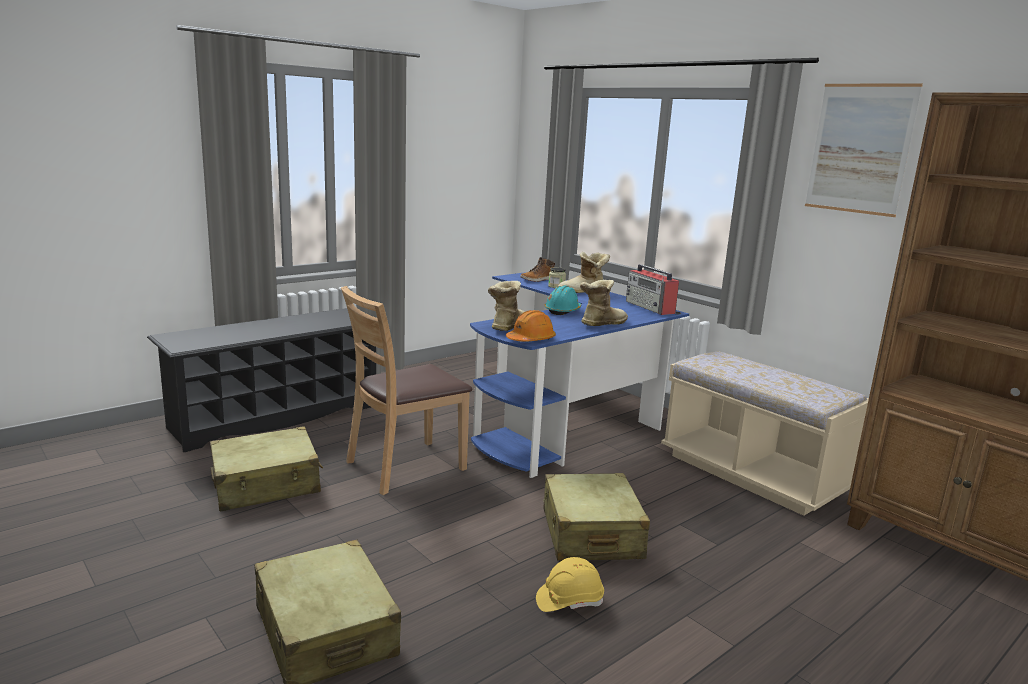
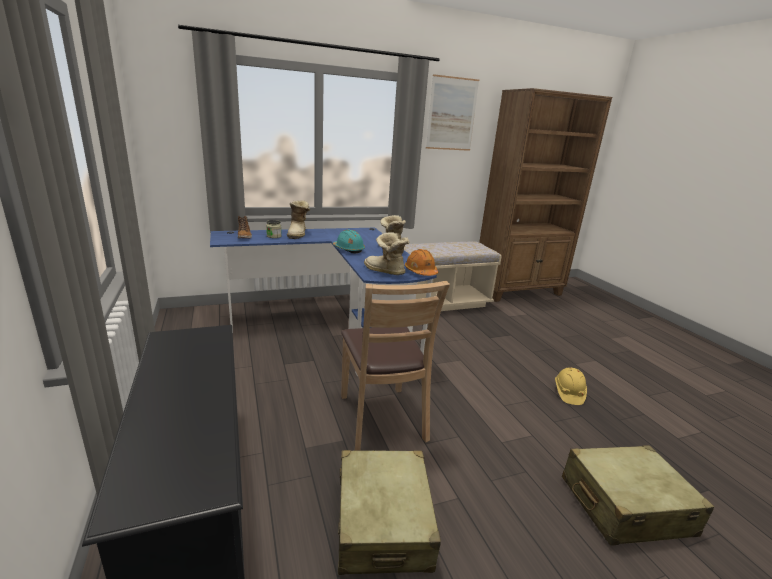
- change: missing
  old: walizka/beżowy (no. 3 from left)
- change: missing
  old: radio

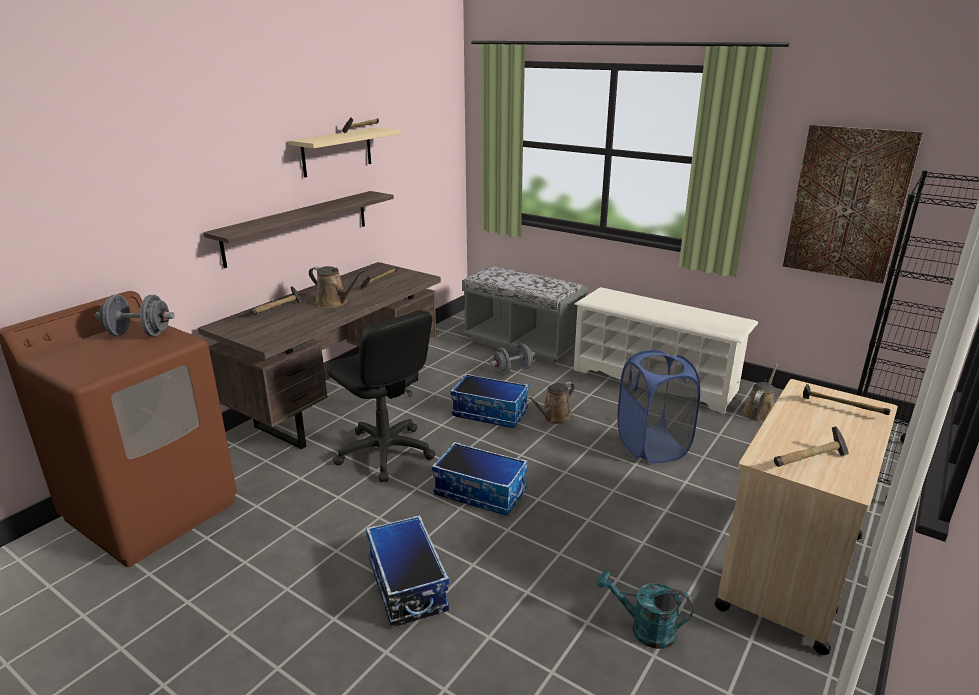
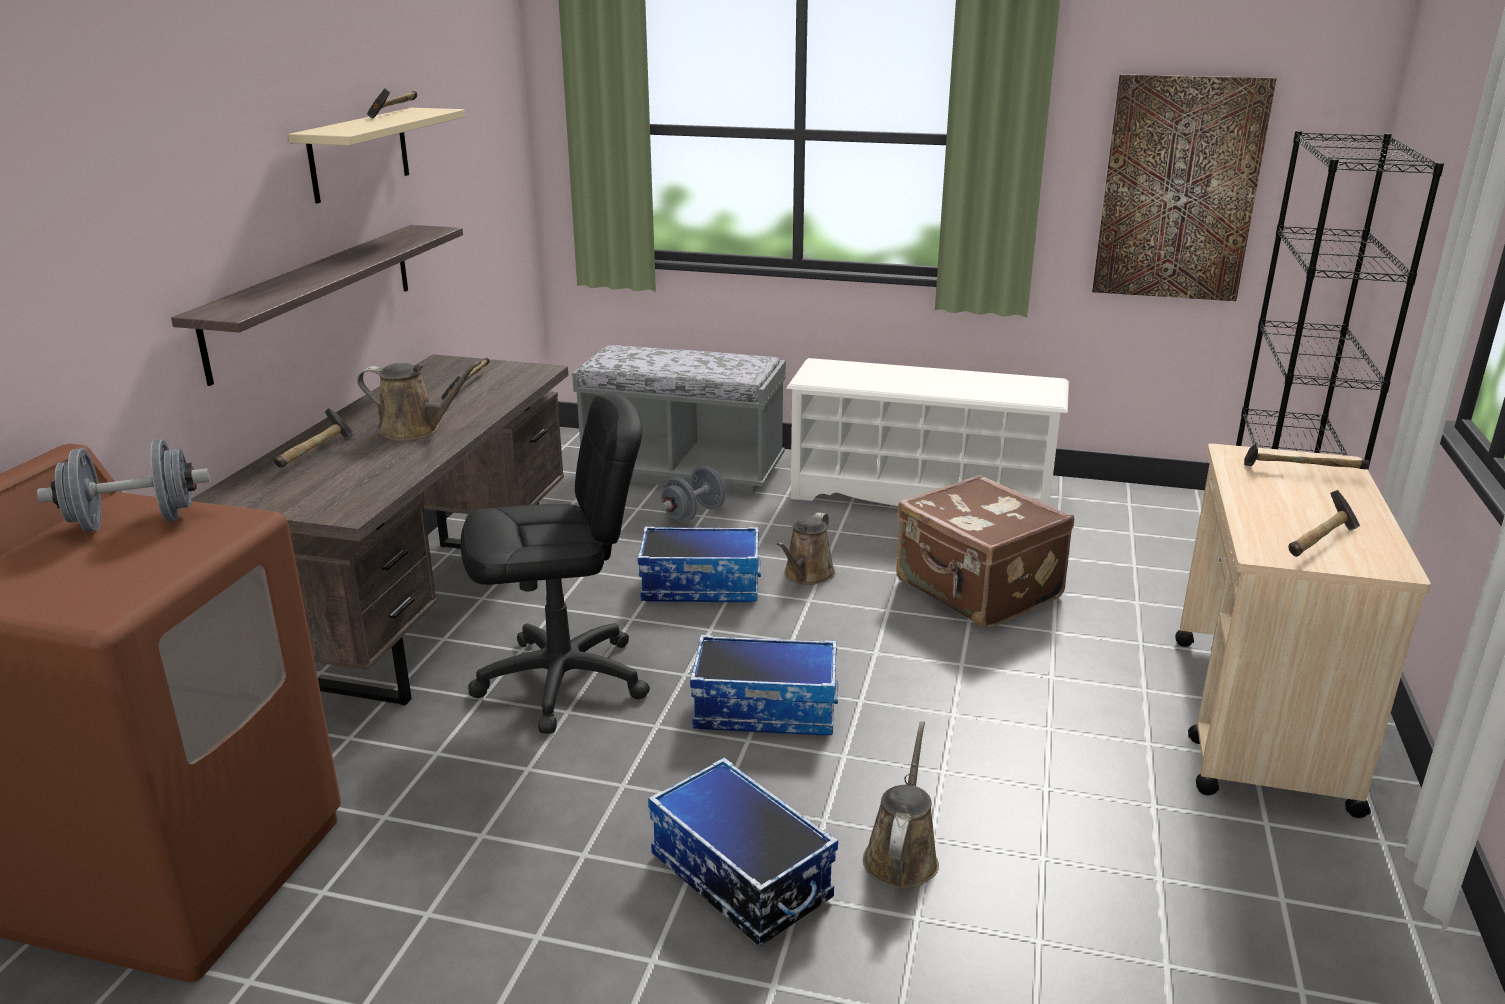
- change: spun
  old: krzesło biurowe/czarny
  degrees: -45
- change: relocated
  old: konewka/brązowy (no. 3 from left)
- change: exchanged
  old: kosz na pranie/niebieski
  new: walizka/brązowy
- change: missing
  old: konewka/turkusowy

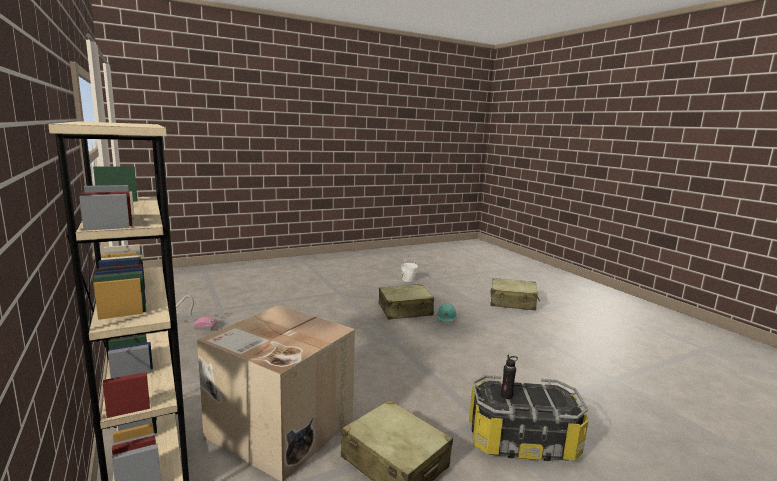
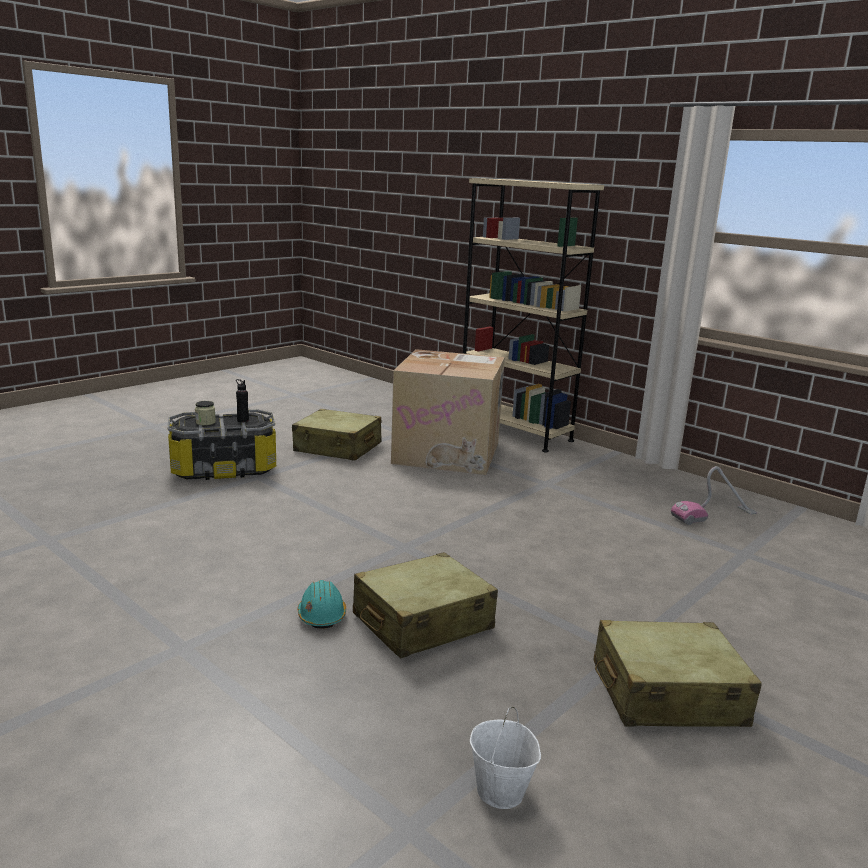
- change: appeared
  new: słoik
- change: relocated
  old: walizka/beżowy (no. 3 from left)

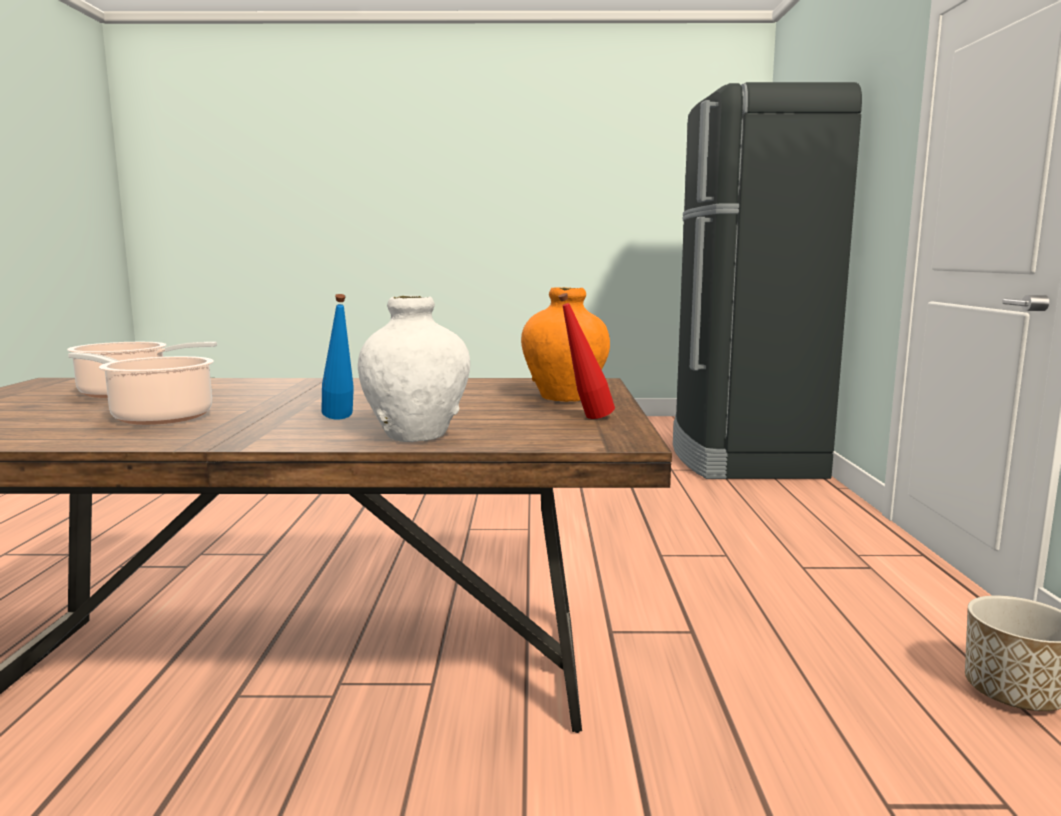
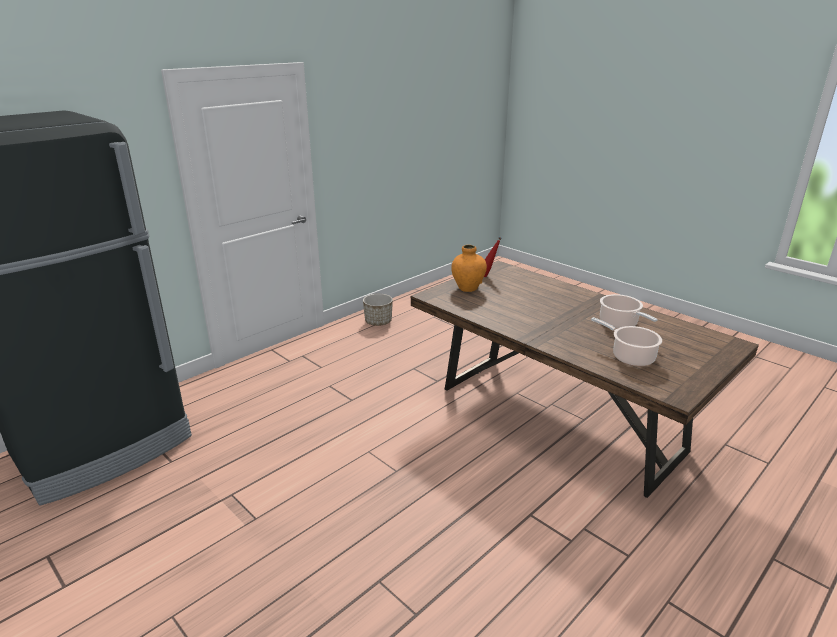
- change: missing
  old: butelka/niebieski
- change: missing
  old: wazon/biały

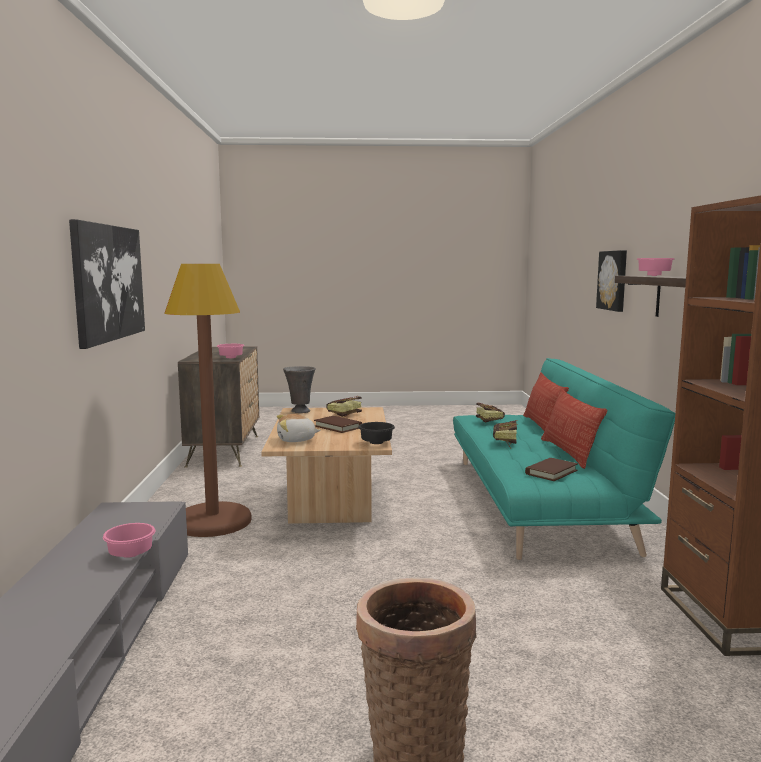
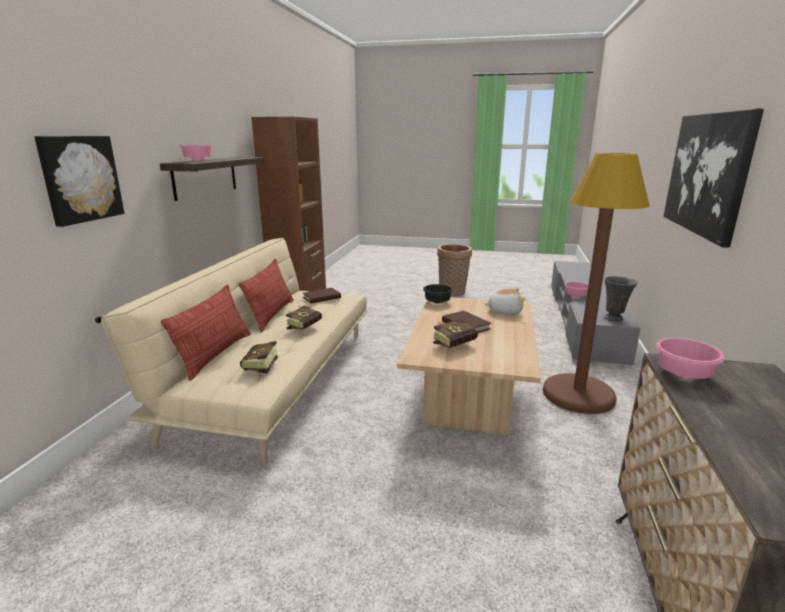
- change: colour
  old: kanapa/turkusowy
  new: kanapa/beżowy
- change: relocated
  old: wazon/szary

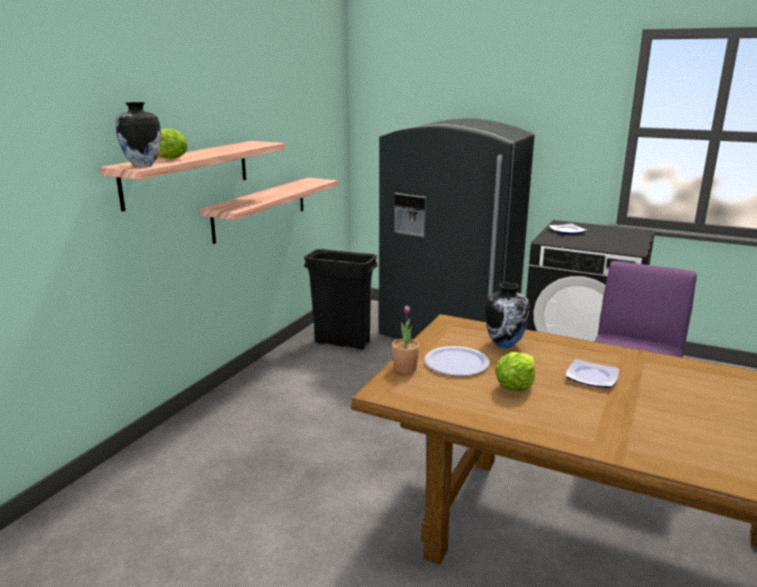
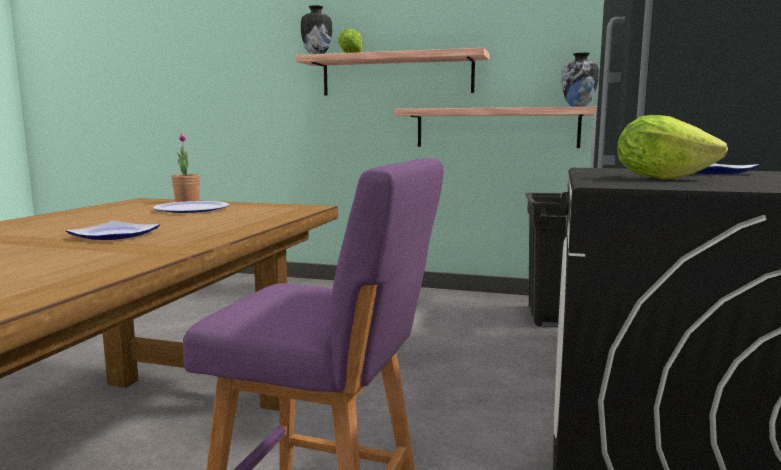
- change: relocated
  old: wazon (no. 2 from left)
- change: relocated
  old: sałata (no. 2 from left)

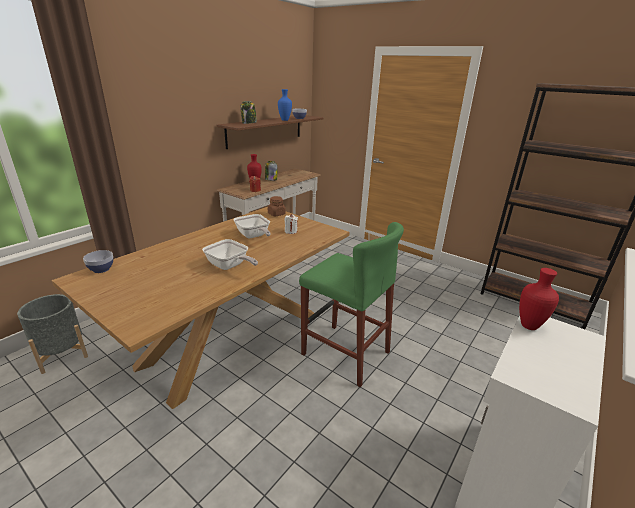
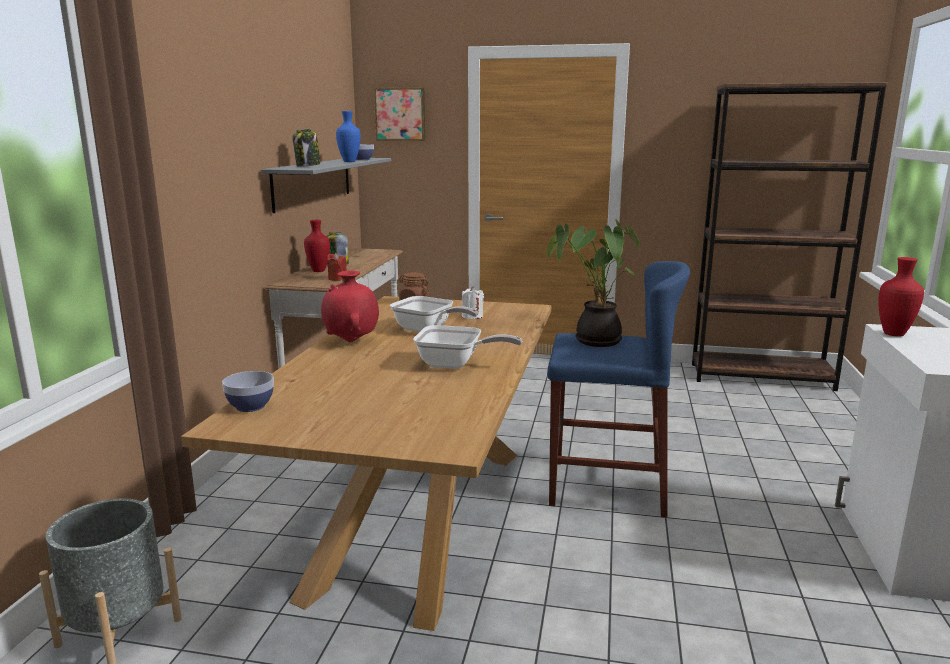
- change: colour
  old: półka/brązowy
  new: półka/szary
- change: appeared
  new: wazon/czerwony (no. 2 from left)
- change: appeared
  new: obraz
- change: appeared
  new: roślina doniczkowa
- change: colour
  old: stołek/zielony
  new: stołek/niebieski

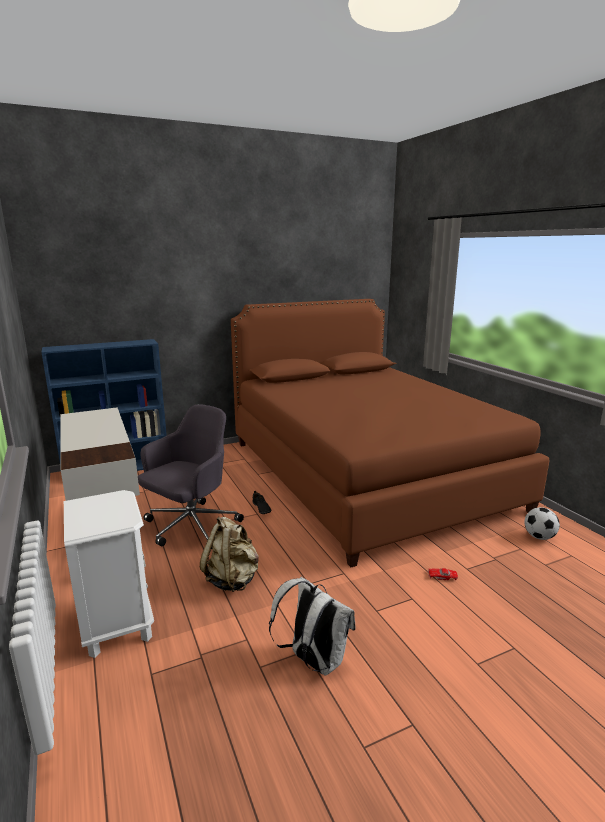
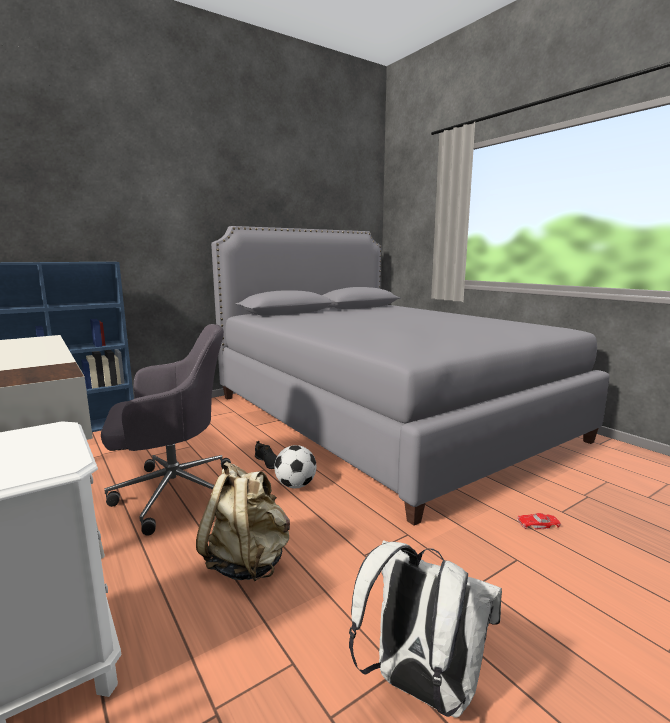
- change: spun
  old: krzesło biurowe/szary
  degrees: 45
- change: colour
  old: łóżko/brązowy
  new: łóżko/szary
- change: relocated
  old: piłka futbolowa

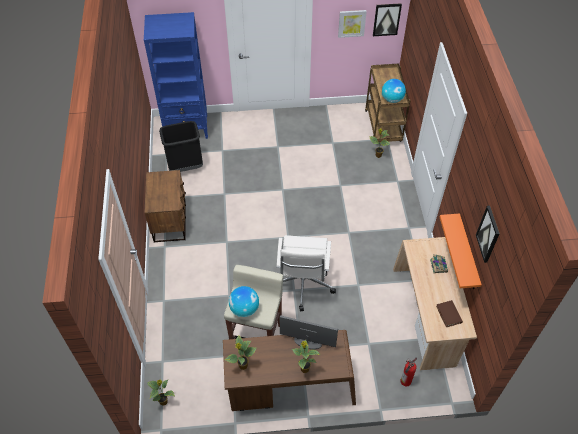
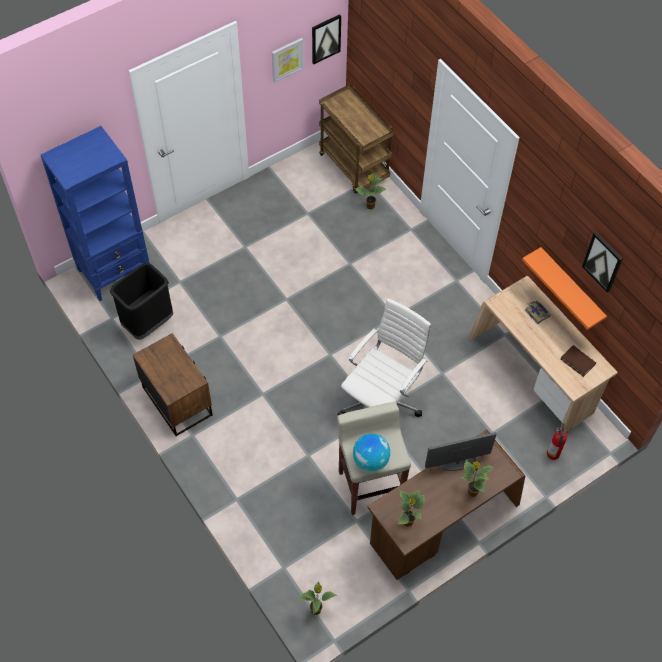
- change: spun
  old: krzesło biurowe/biały
  degrees: -120
- change: missing
  old: globus (no. 2 from left)

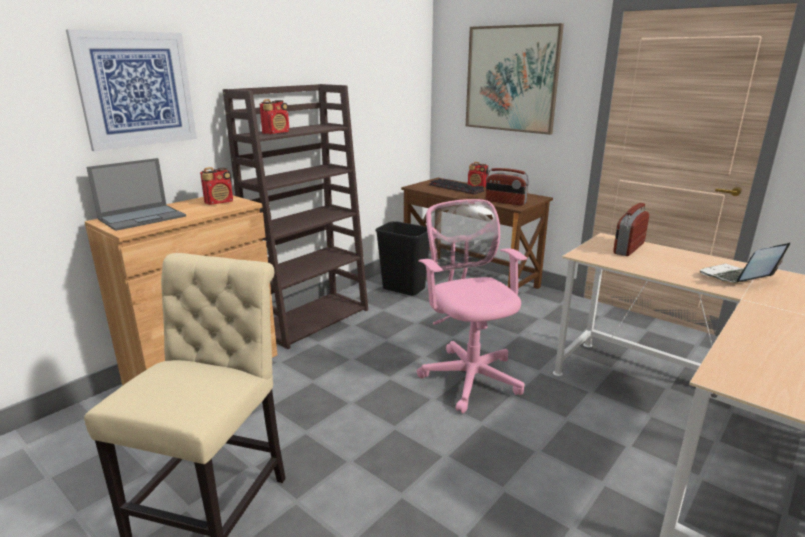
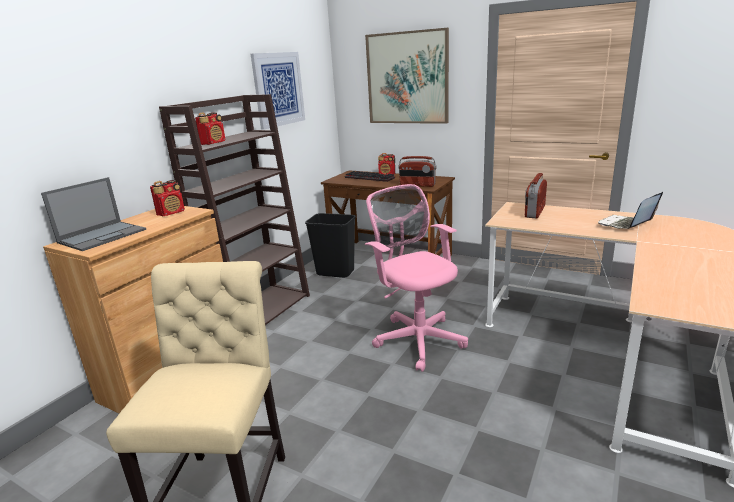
- change: relocated
  old: obraz (no. 1 from left)

